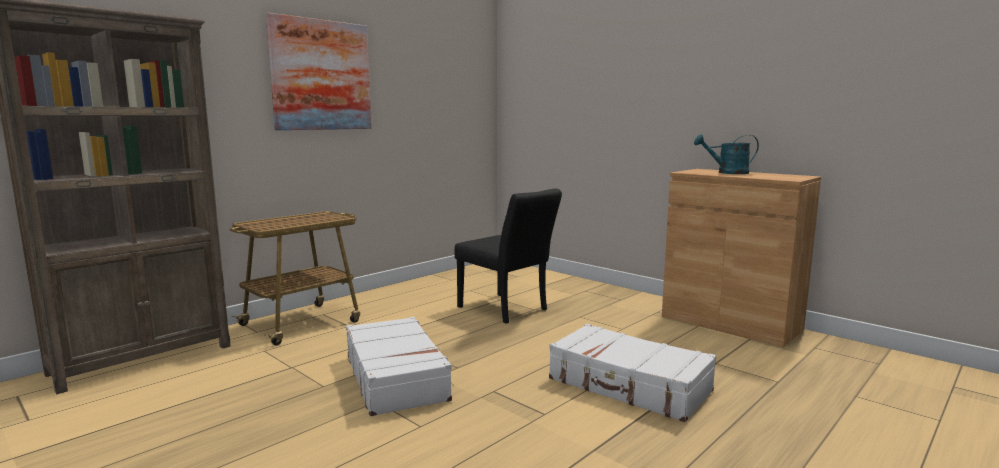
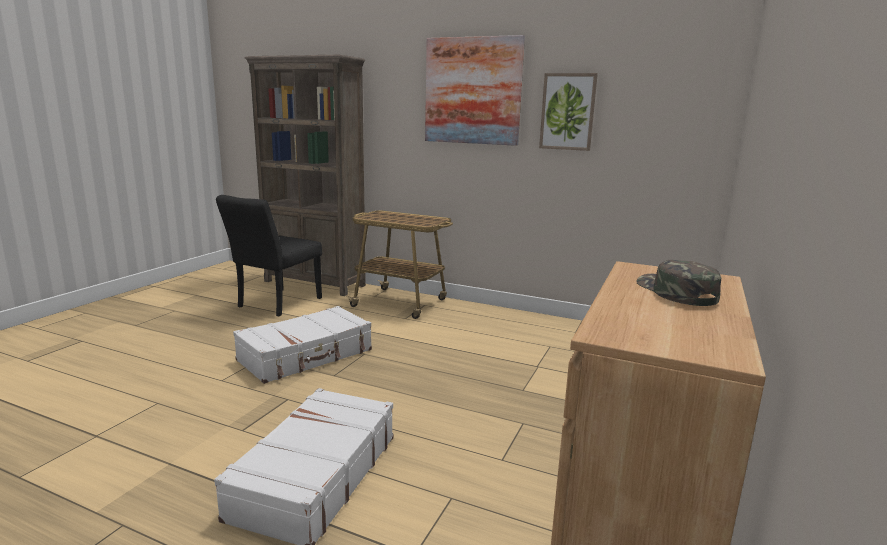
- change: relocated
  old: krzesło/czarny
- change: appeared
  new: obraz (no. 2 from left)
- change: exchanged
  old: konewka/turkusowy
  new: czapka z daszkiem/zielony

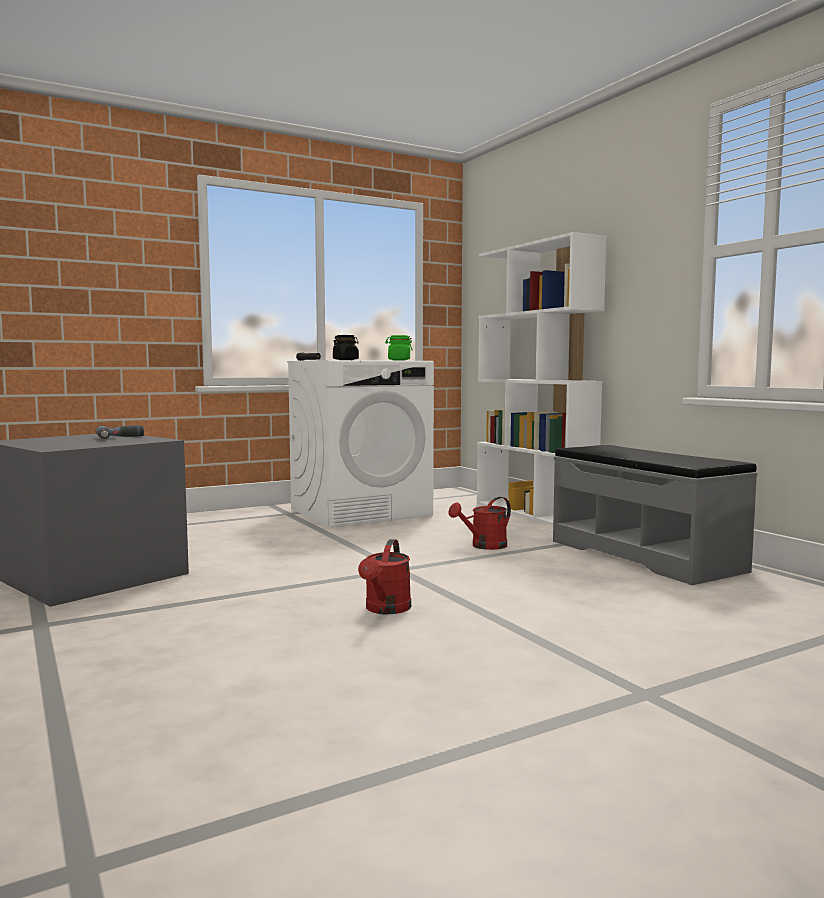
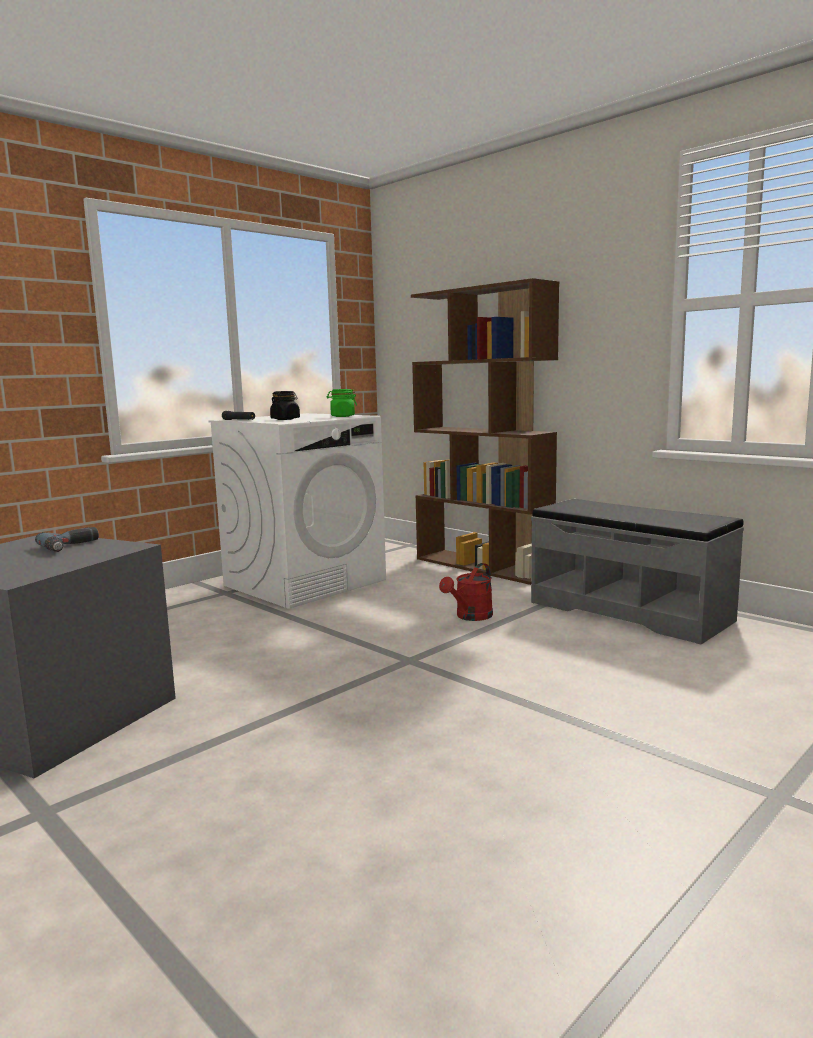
- change: colour
  old: regał/biały
  new: regał/brązowy
- change: missing
  old: konewka/czerwony (no. 1 from left)

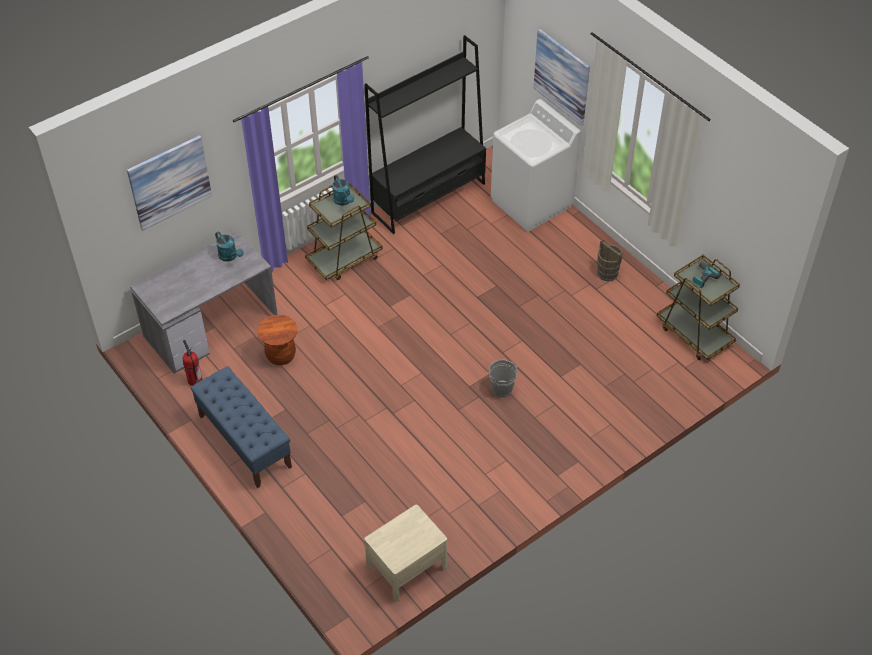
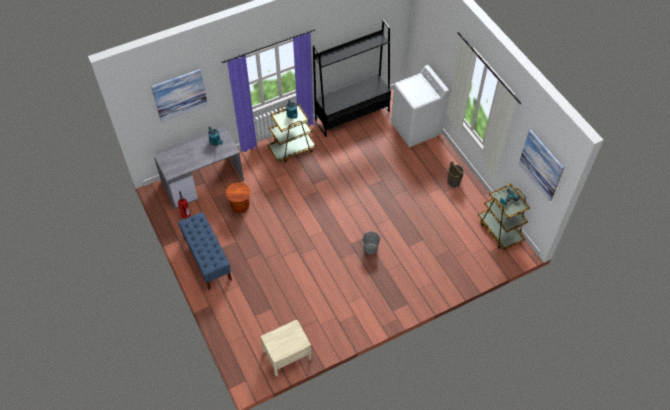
- change: relocated
  old: obraz (no. 2 from left)

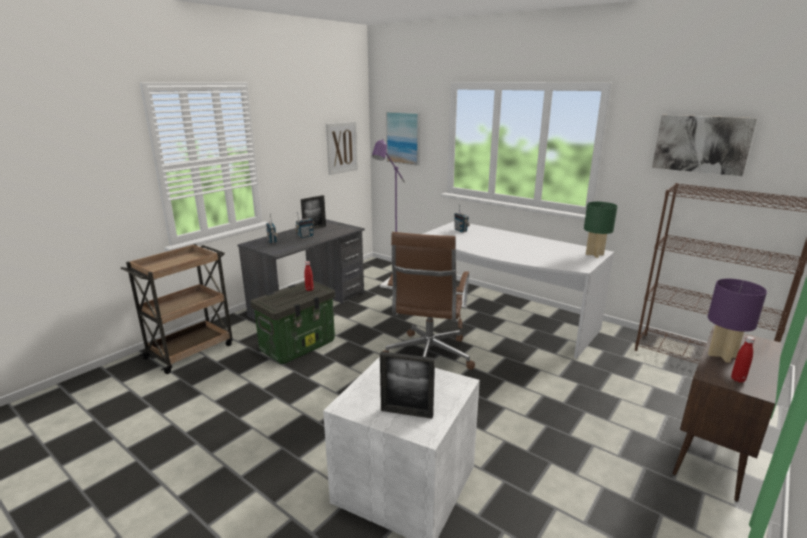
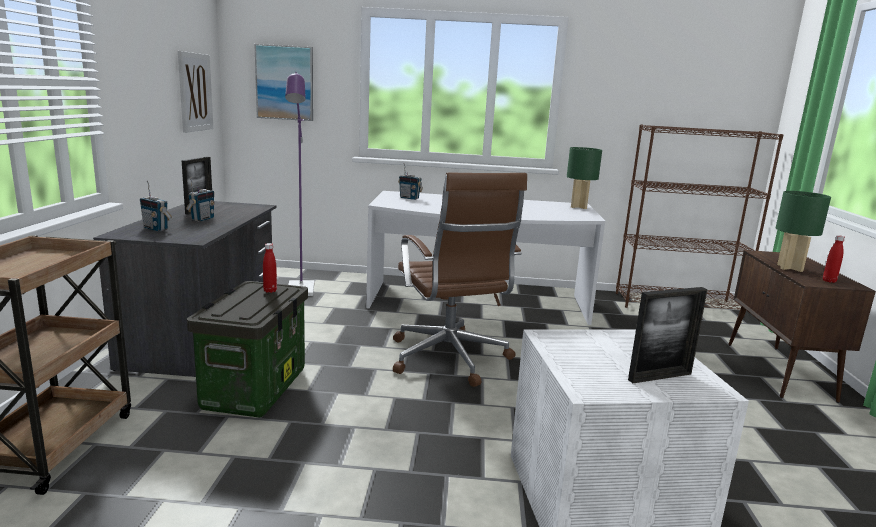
- change: colour
  old: lampa stołowa/fioletowy
  new: lampa stołowa/zielony (no. 2 from left)
- change: missing
  old: obraz (no. 3 from left)

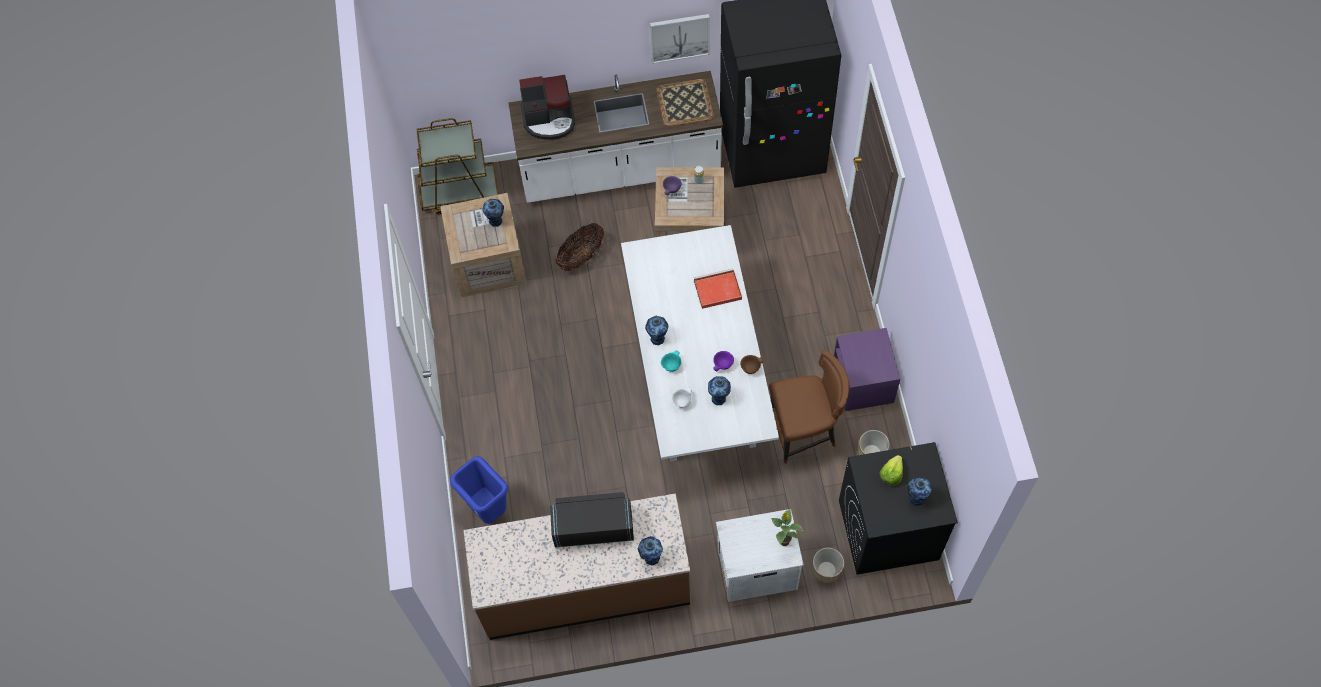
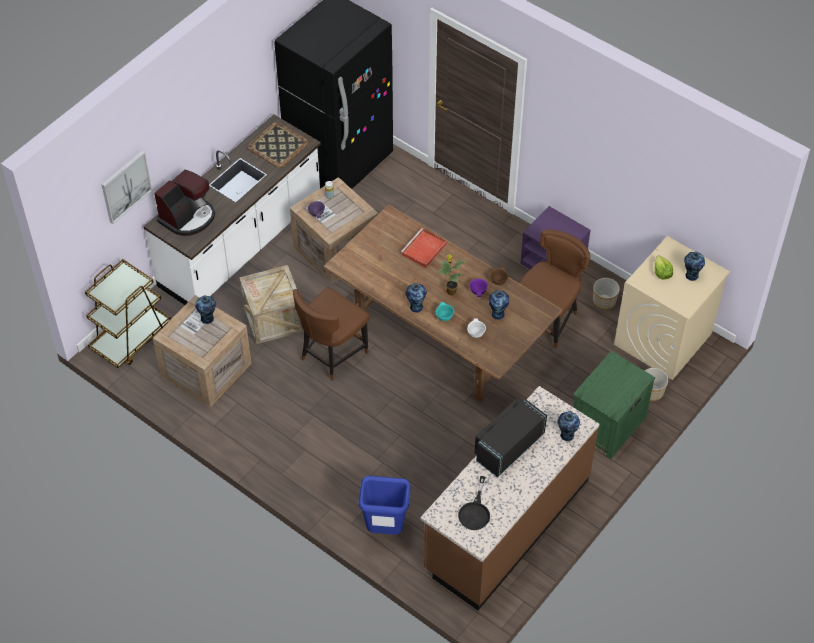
- change: relocated
  old: obraz
- change: exchanged
  old: koszyk
  new: skrzynka (no. 2 from left)
- change: appeared
  new: krzesło/brązowy (no. 1 from left)
- change: colour
  old: stół jadalny/biały
  new: stół jadalny/brązowy
- change: relocated
  old: roślina doniczkowa
- change: appeared
  new: patelnia/czarny
- change: colour
  old: szafka nocna/biały
  new: szafka nocna/zielony
- change: colour
  old: pralka/czarny
  new: pralka/beżowy

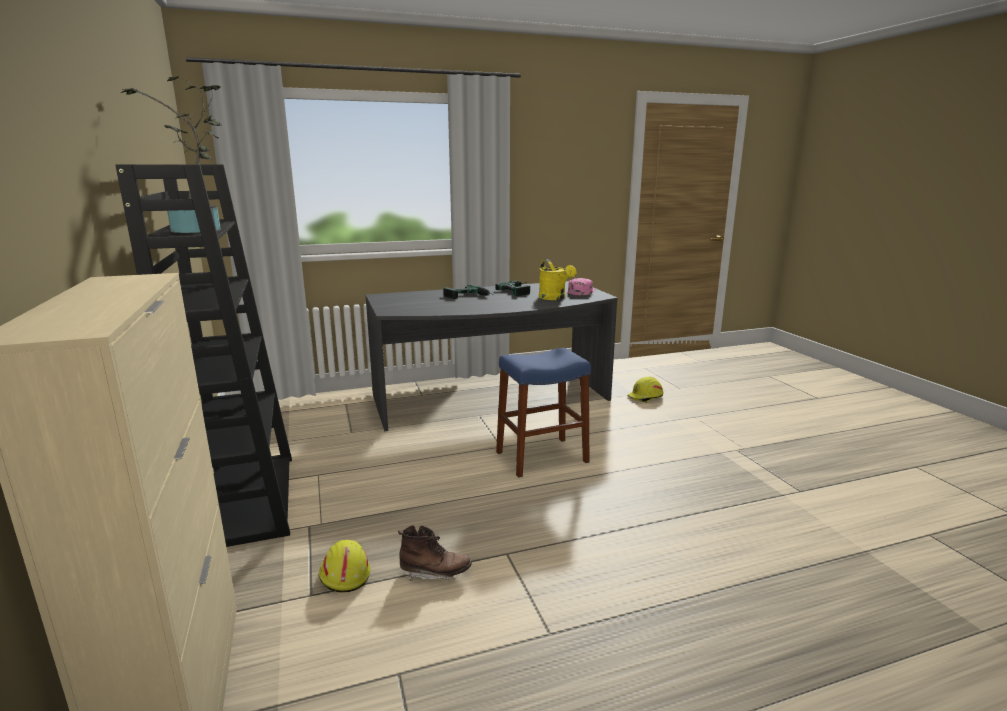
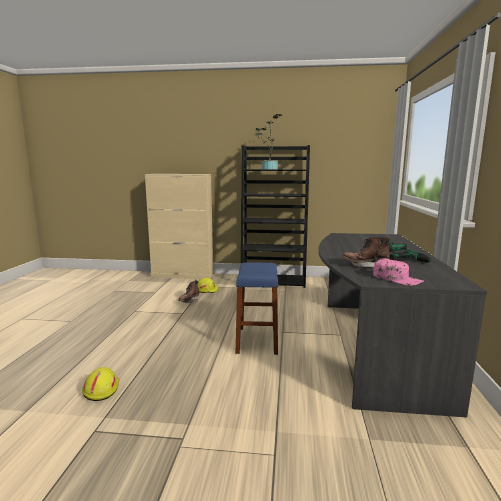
- change: relocated
  old: kask/żółty (no. 2 from left in the first image)
  new: kask/żółty (no. 1 from left)
- change: exchanged
  old: konewka/żółty
  new: but z cholewką/brązowy (no. 2 from left)

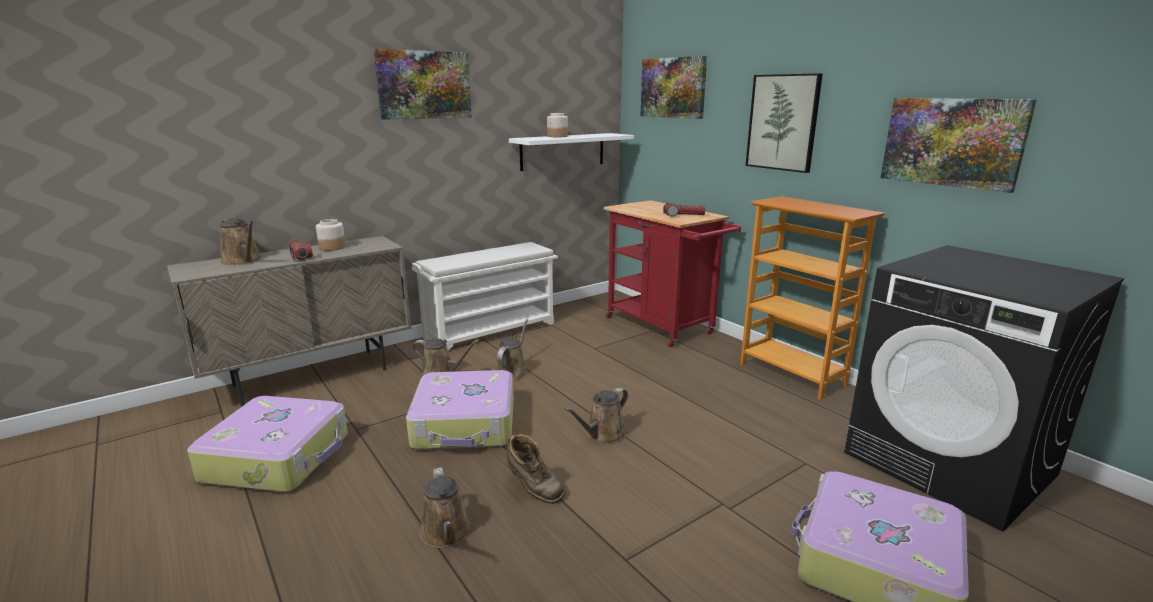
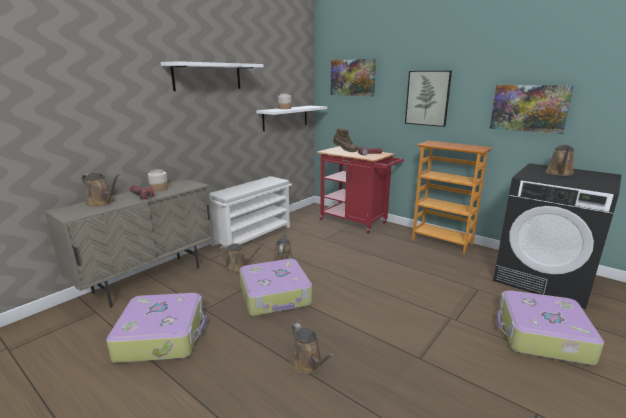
- change: exchanged
  old: obraz (no. 1 from left)
  new: półka/biały (no. 1 from left)
- change: relocated
  old: but z cholewką/brązowy
- change: relocated
  old: konewka/brązowy (no. 5 from left)

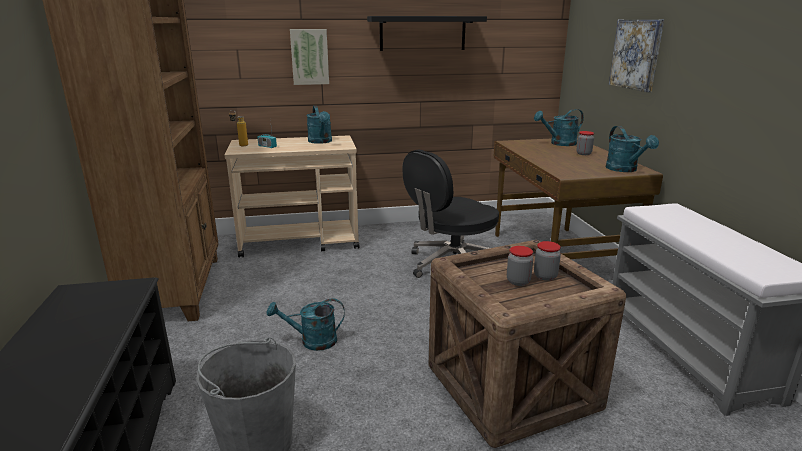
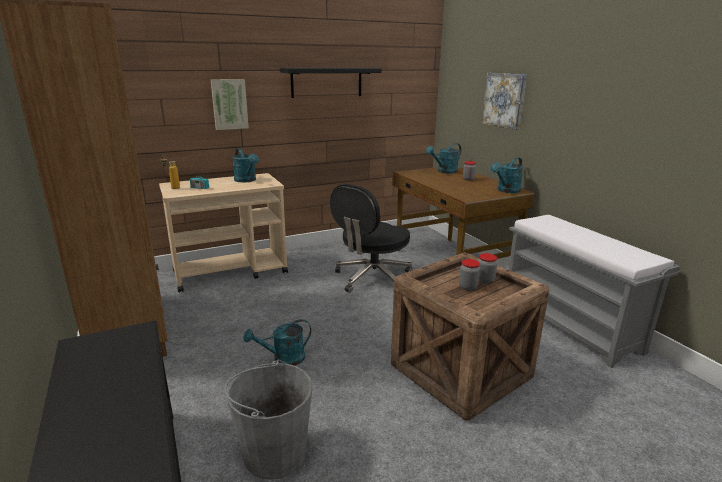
- change: spun
  old: konewka/turkusowy (no. 4 from left)
  degrees: 75

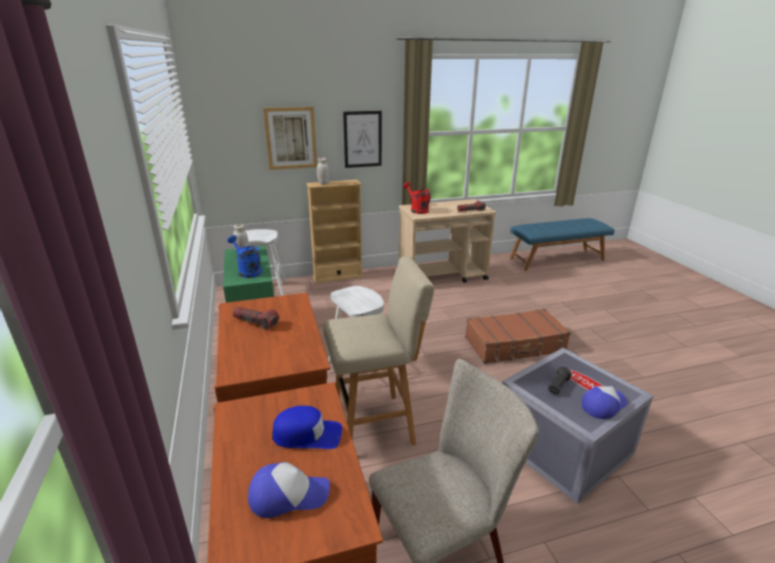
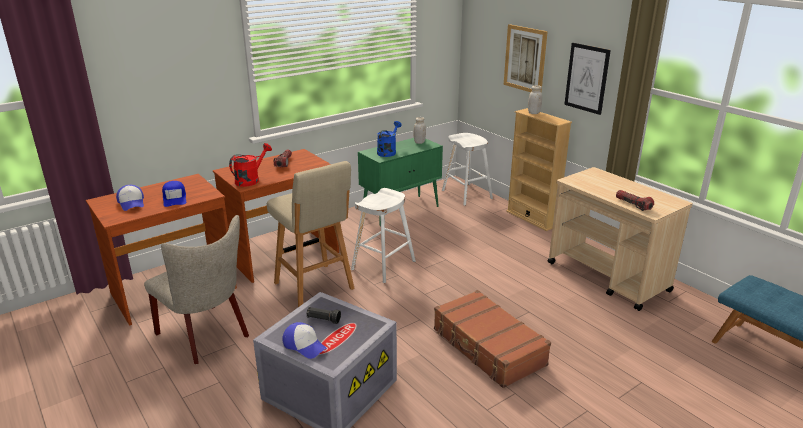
- change: relocated
  old: konewka/czerwony

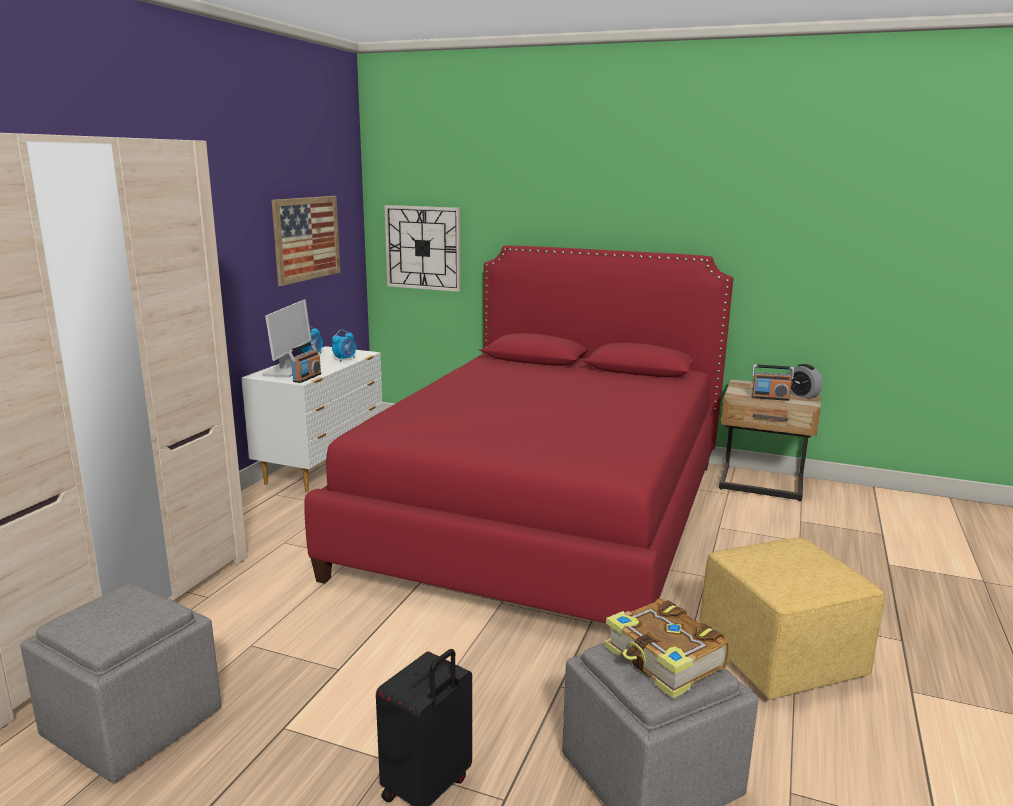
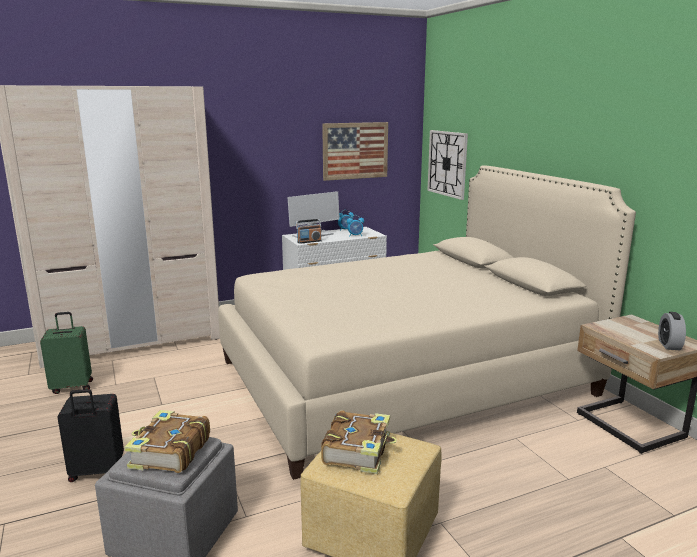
- change: exchanged
  old: pufa/szary (no. 1 from left)
  new: walizka/zielony
- change: colour
  old: łóżko/czerwony
  new: łóżko/beżowy
- change: appeared
  new: książka (no. 2 from left)
- change: missing
  old: radio (no. 2 from left)

